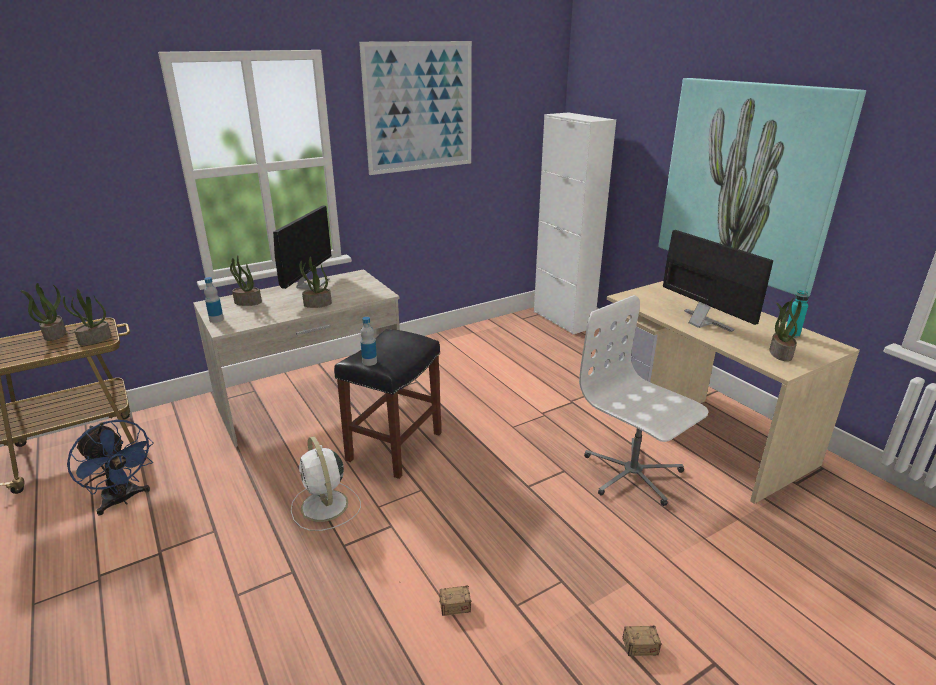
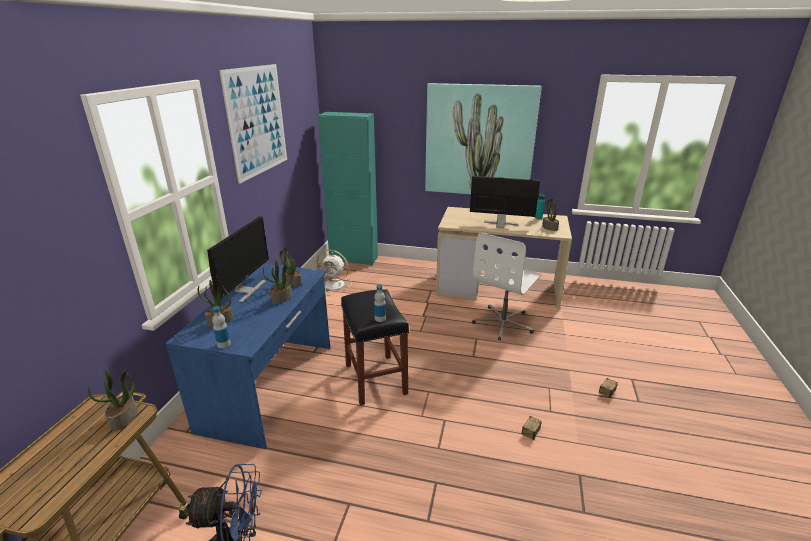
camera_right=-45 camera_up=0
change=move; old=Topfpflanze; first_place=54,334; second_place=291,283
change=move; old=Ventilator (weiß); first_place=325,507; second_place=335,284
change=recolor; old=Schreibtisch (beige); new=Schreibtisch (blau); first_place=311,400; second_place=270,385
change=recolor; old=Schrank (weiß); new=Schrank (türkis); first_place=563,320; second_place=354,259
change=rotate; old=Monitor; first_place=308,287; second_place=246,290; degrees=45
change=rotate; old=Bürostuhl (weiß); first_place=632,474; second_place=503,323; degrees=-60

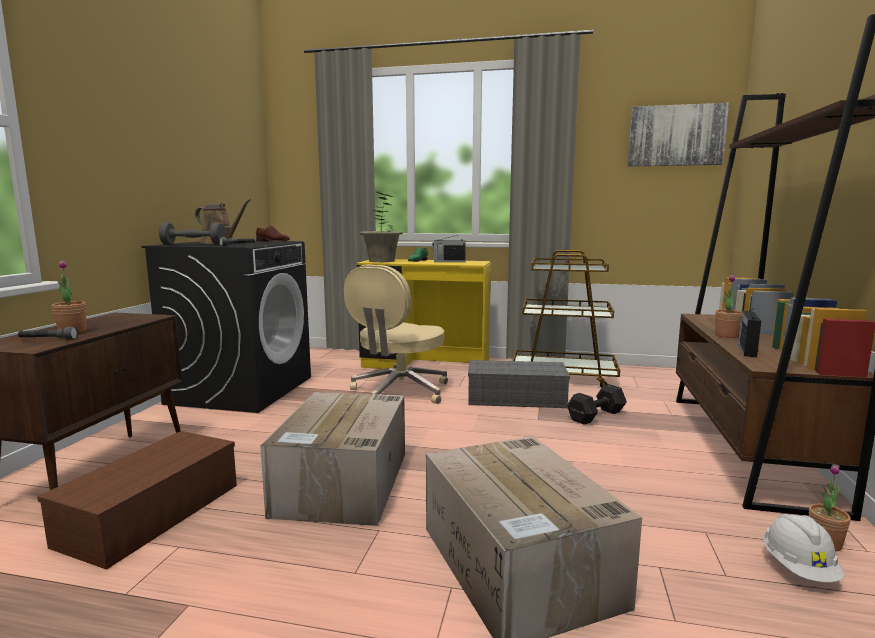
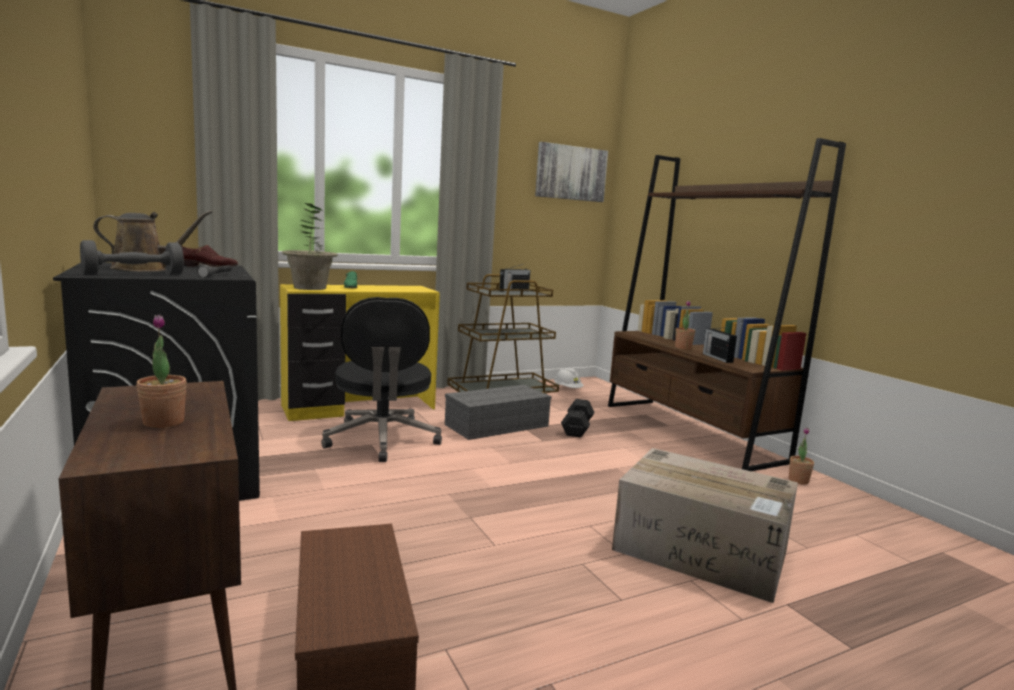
camera_right=-40 camera_up=0
change=delete; old=Taschenlampe (grau); first_place=48,339
change=delete; old=Karton; first_place=343,484
change=move; old=Radio; first_place=449,261; second_place=513,291
change=move; old=Schutzhelm (weiß); first_place=799,568; second_place=567,389
change=recolor; old=Bürostuhl (beige); new=Bürostuhl (schwarz); first_place=399,392; second_place=382,440

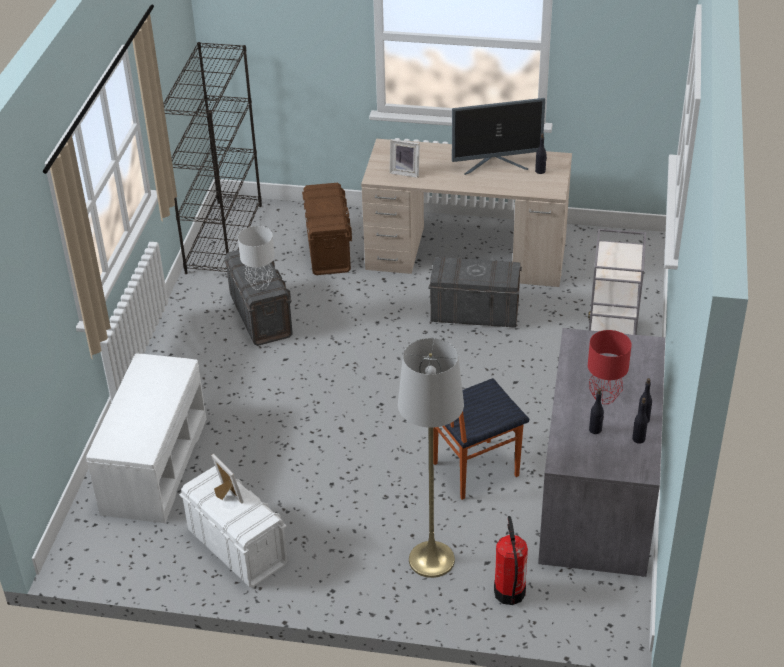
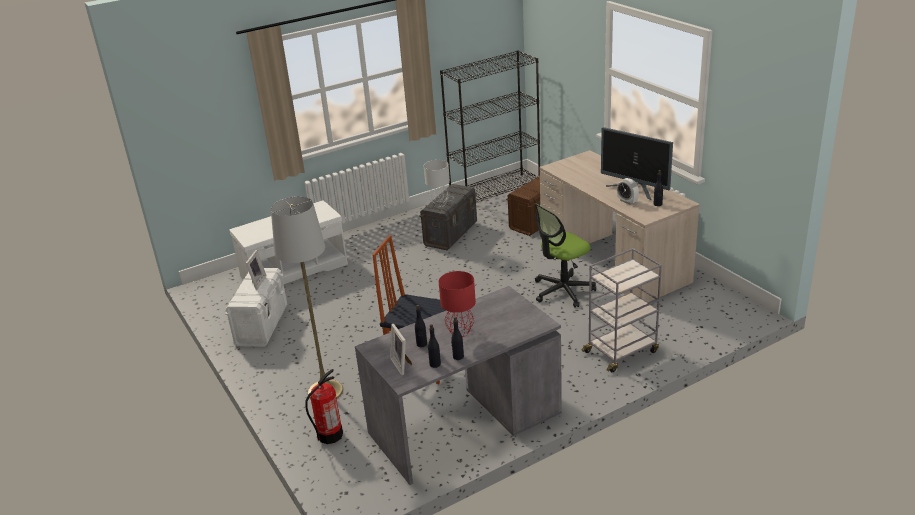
camera_right=50 camera_up=-10
change=insert; new=Wecker; second_place=627,201
change=move; old=Bilderrahmen; first_place=405,172; second_place=402,364
change=replace; old=Aufbewahrungsbox (grau); new=Bürostuhl; first_place=474,313; second_place=563,291

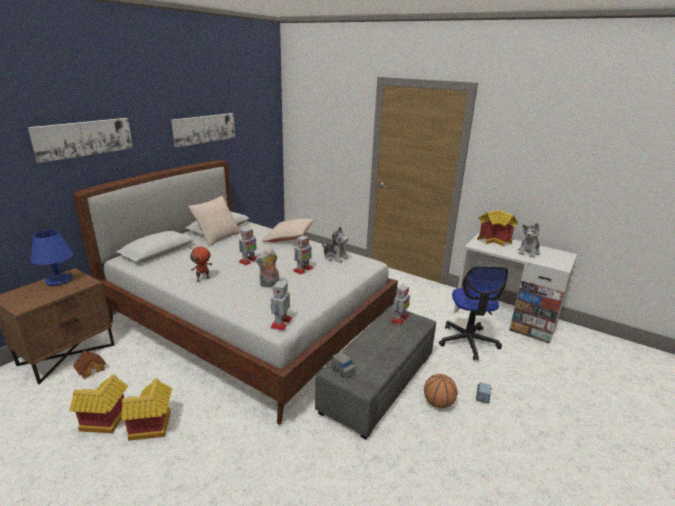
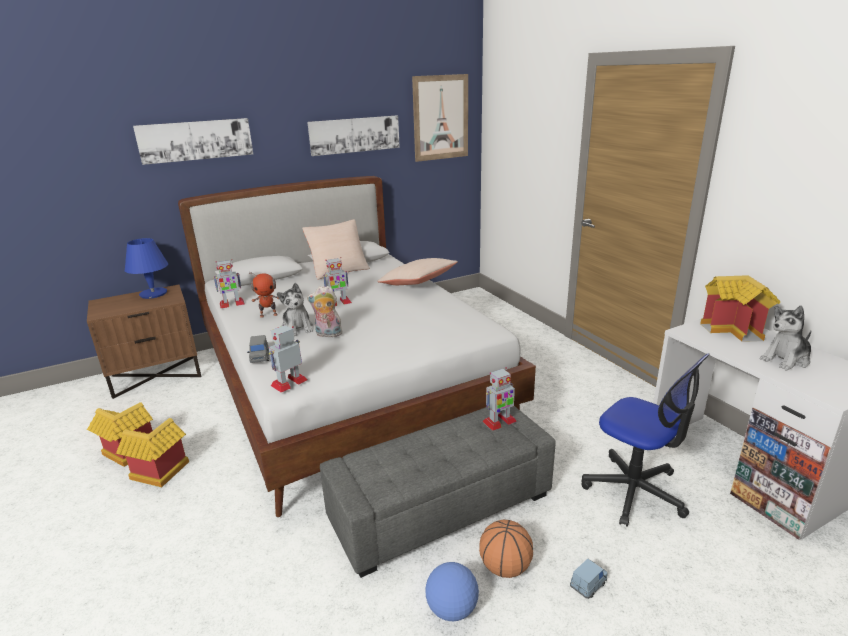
camera_right=30 camera_up=0
change=delete; old=Spielzeughaus; first_place=91,369
change=insert; new=Bild; second_place=441,118
change=insert; new=Fußball; second_place=452,609
change=move; old=Spielzeugroboter; first_place=303,269; second_place=231,304
change=move; old=Plüschtier; first_place=335,257; second_place=297,328
change=move; old=Spielzeugauto (grau); first_place=343,370; second_place=260,358
change=rotate; old=Bürostuhl; first_place=468,342; second_place=634,491; degrees=-75

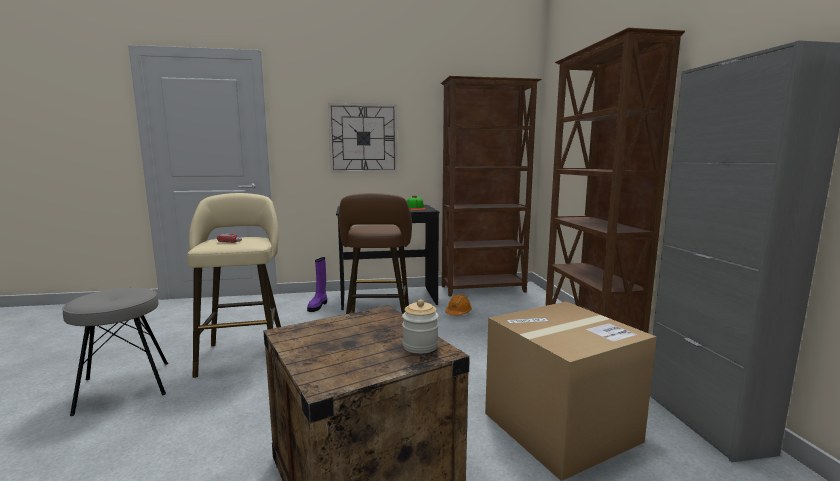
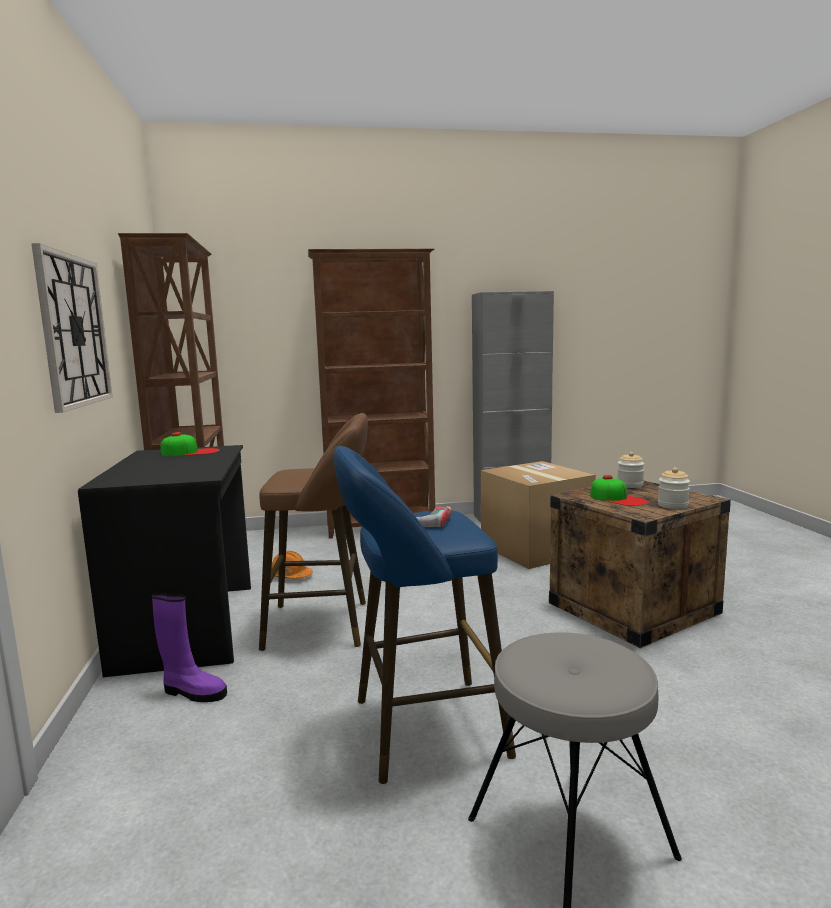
camera_right=-90 camera_up=0
change=insert; new=Kappe; second_place=617,498
change=insert; new=Vorratsglas; second_place=673,505
change=recolor; old=Hocker (beige); new=Hocker (blau); first_place=243,353; second_place=420,729

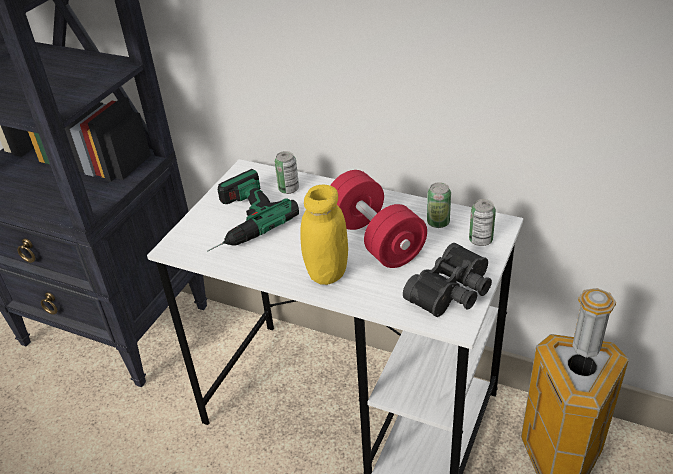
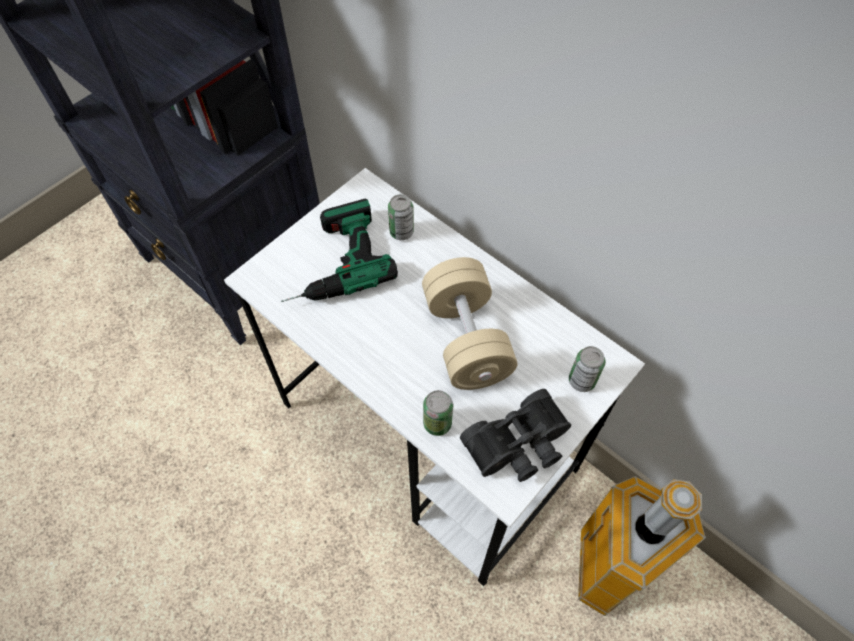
camera_right=15 camera_up=20
change=delete; old=Vorratsglas (gelb); first_place=327,272
change=move; old=Dose; first_place=438,222; second_place=437,423
change=recolor; old=Hantel (rot); new=Hantel (beige); first_place=375,239; second_place=466,339

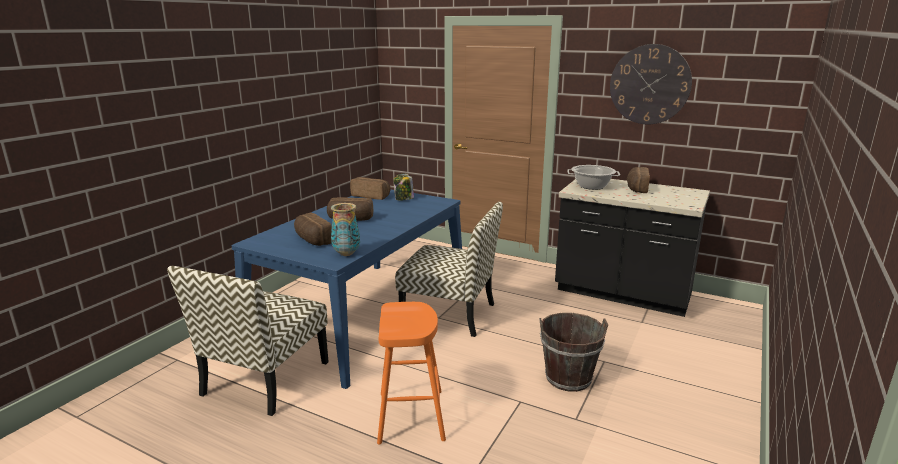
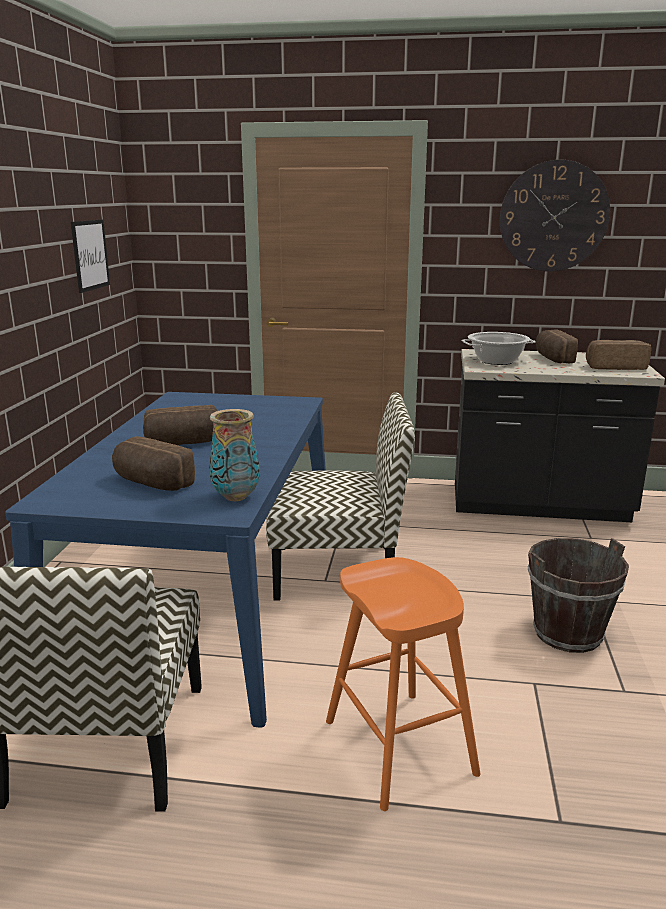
camera_right=-20 camera_up=0
change=delete; old=Vorratsglas; first_place=404,199
change=insert; new=Bild; second_place=90,255
change=move; old=Brot; first_place=371,196; second_place=615,367

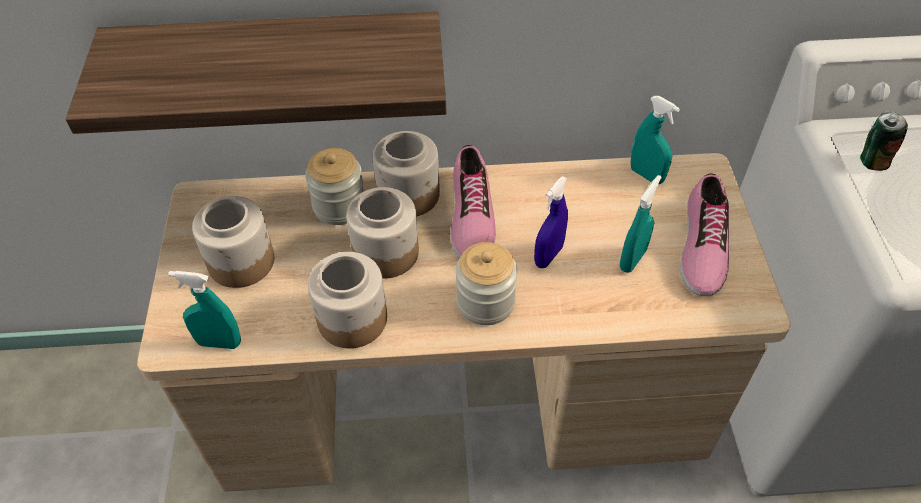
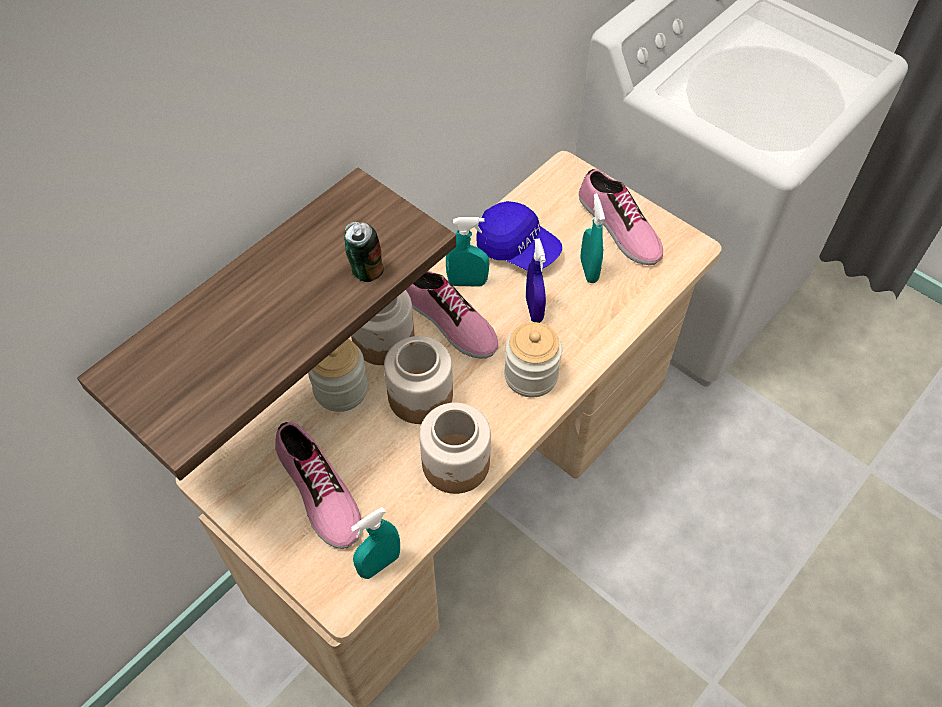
camera_right=-45 camera_up=5
change=insert; new=Kappe (blau); second_place=517,248
change=move; old=Sprühflasche (türkis); first_place=646,175; second_place=467,282
change=move; old=Dose; first_place=872,161; second_place=365,271
change=replace; old=Vorratsglas; new=Schuh; first_place=242,261; second_place=317,492

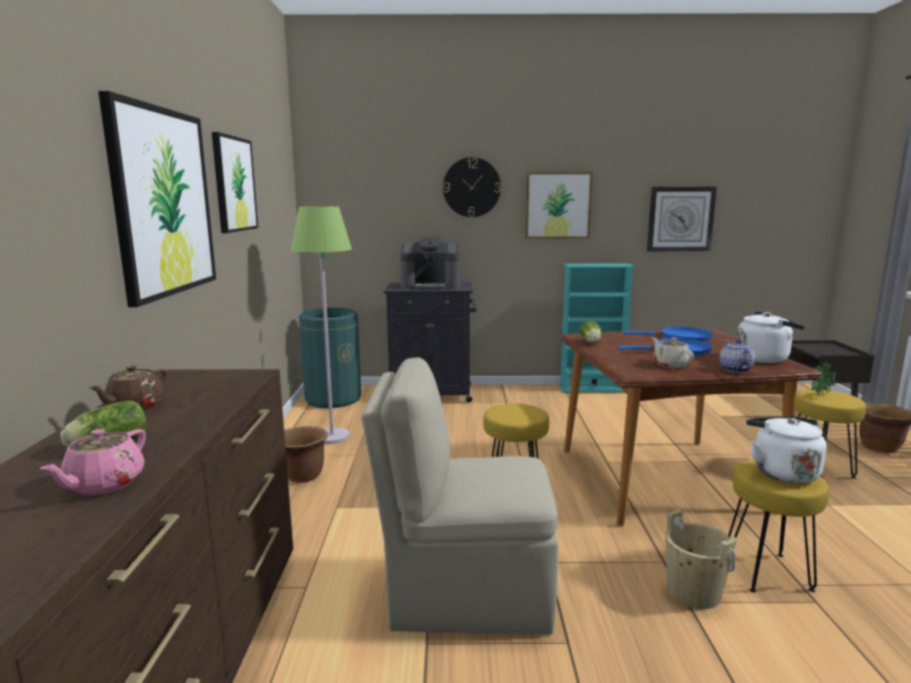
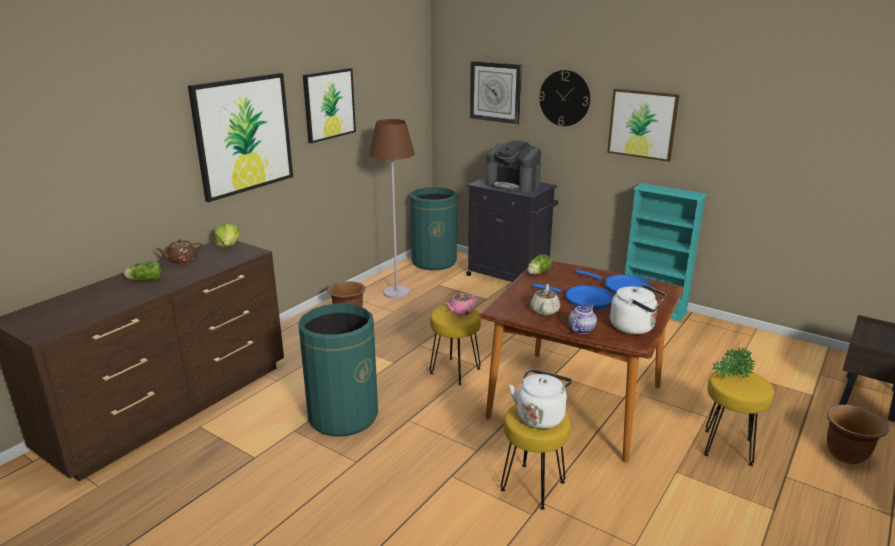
camera_right=35 camera_up=10
change=delete; old=Eimer (beige); first_place=693,592
change=insert; new=Salatkopf; second_place=228,246
change=move; old=Teekanne (rosa); first_place=103,484; second_place=461,312
change=move; old=Wanduhr; first_place=680,219; second_place=495,92
change=replace; old=Stuhl (beige); new=Mülleimer (grün); first_place=465,592; second_place=343,416
change=recolor; old=Stehlampe (grün); new=Stehlampe (braun); first_place=332,437; second_place=396,293

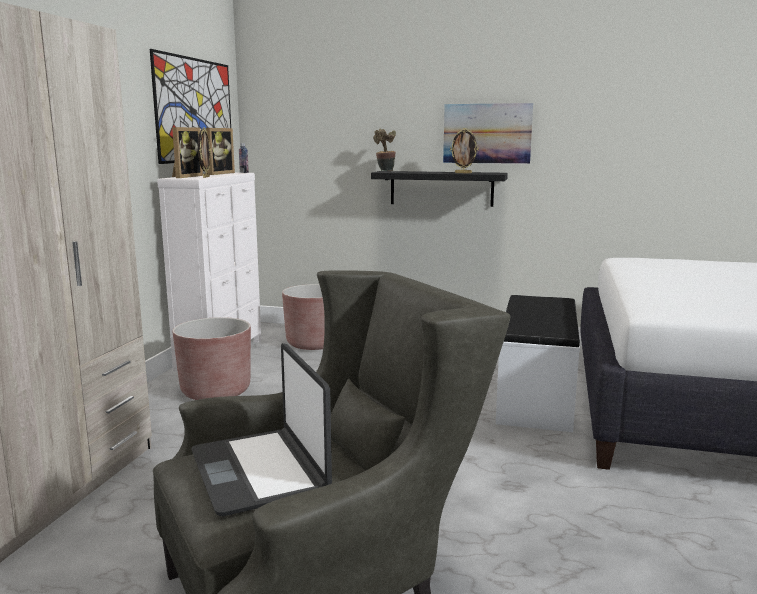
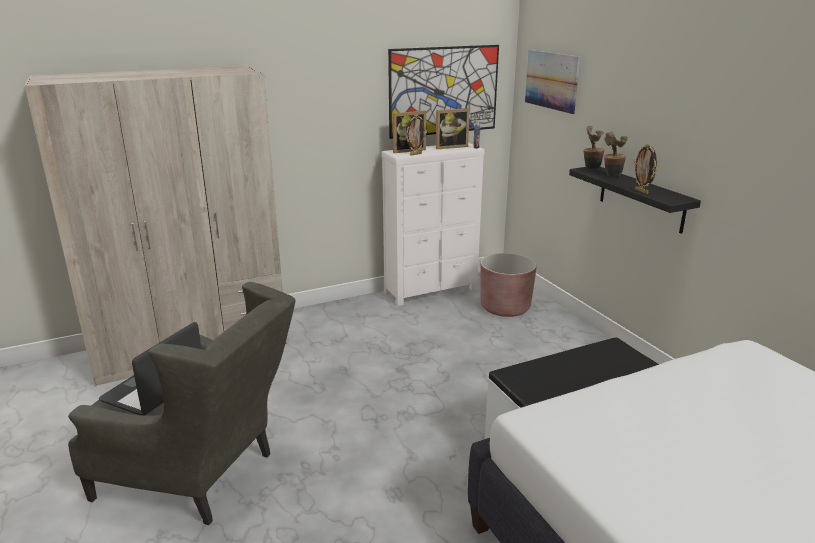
camera_right=50 camera_up=10
change=delete; old=Pflanzkübel (braun); first_place=216,391
change=insert; new=Topfpflanze; second_place=611,175
change=move; old=Bild; first_place=487,133; second_place=551,80

